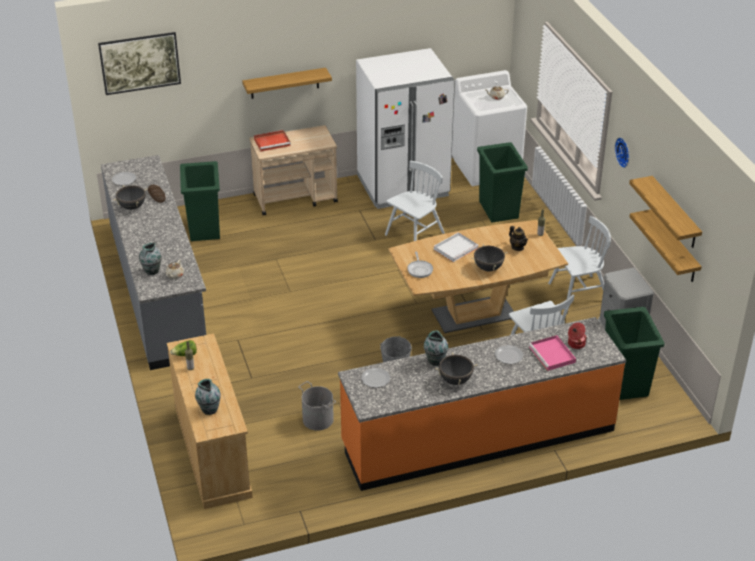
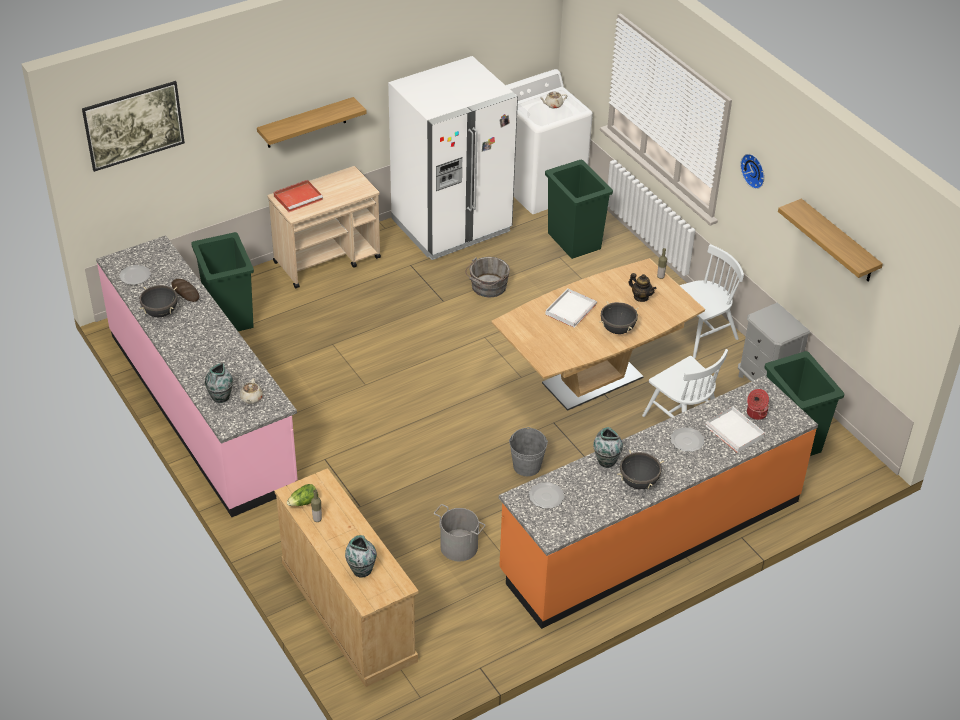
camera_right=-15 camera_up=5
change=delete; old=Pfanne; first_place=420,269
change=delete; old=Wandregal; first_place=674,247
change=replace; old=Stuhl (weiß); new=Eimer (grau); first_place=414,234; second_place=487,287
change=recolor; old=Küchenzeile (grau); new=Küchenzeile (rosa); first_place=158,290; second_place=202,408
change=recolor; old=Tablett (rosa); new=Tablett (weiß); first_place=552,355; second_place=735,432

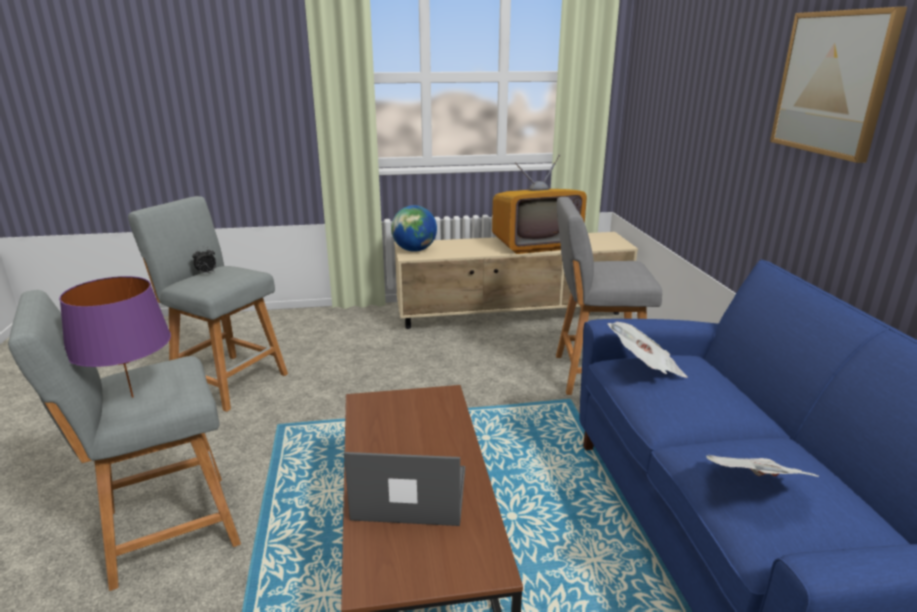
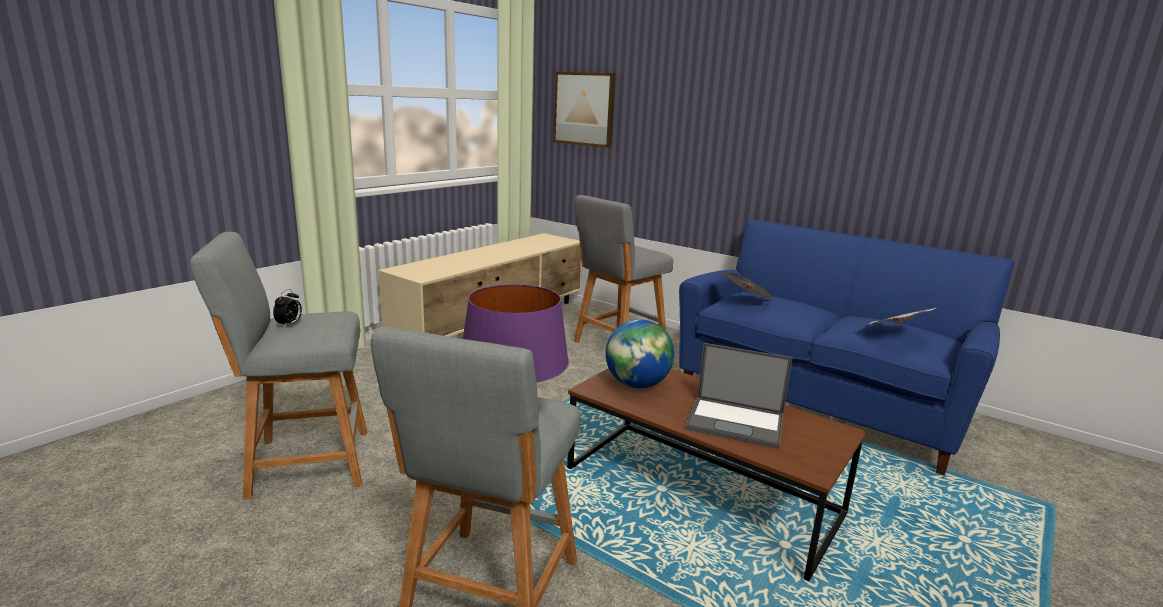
camera_right=-45 camera_up=-5
change=delete; old=Fernseher; first_place=535,245
change=move; old=Globus; first_place=414,250; second_place=637,385
change=move; old=Bild; first_place=833,83; second_place=584,109
change=rotate; old=Laptop; first_place=408,494; second_place=736,422; degrees=-120

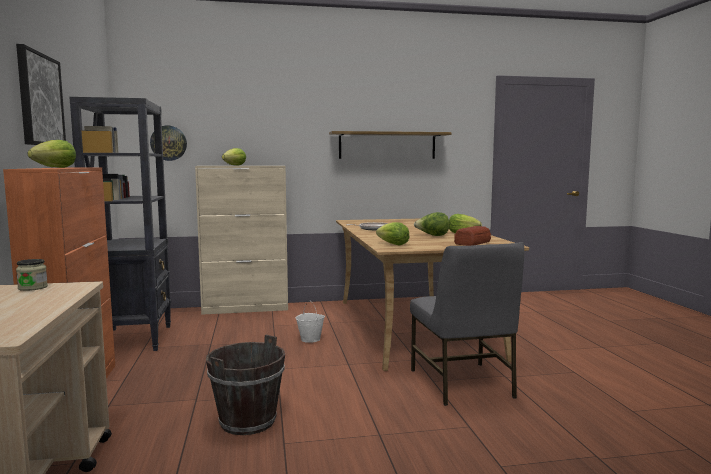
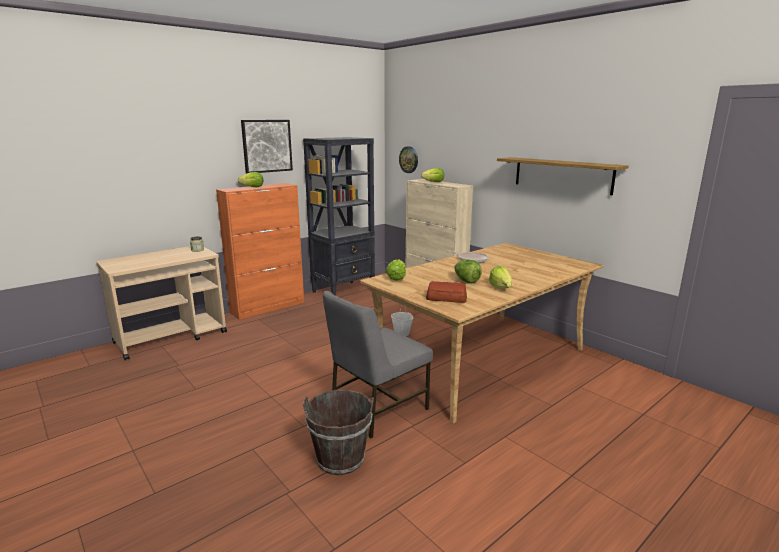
camera_right=60 camera_up=10
change=move; old=Eimer (braun); first_place=248,422; second_place=340,459

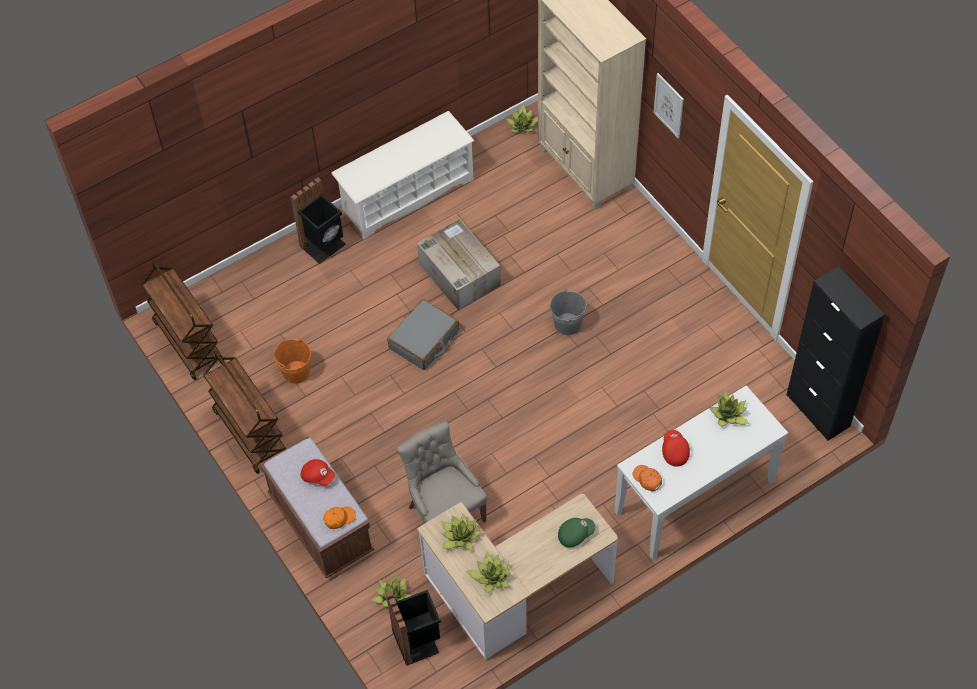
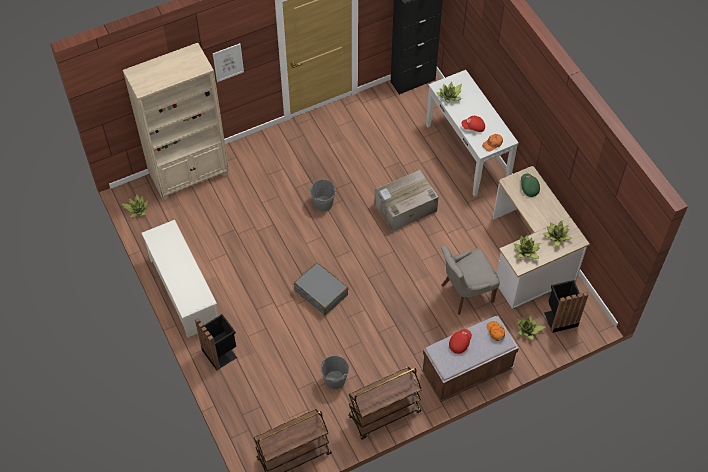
camera_right=-85 camera_up=0
change=move; old=Karton; first_place=458,274; second_place=405,208
change=recolor; old=Eimer (orange); new=Eimer (grau); first_place=296,372; second_place=335,380

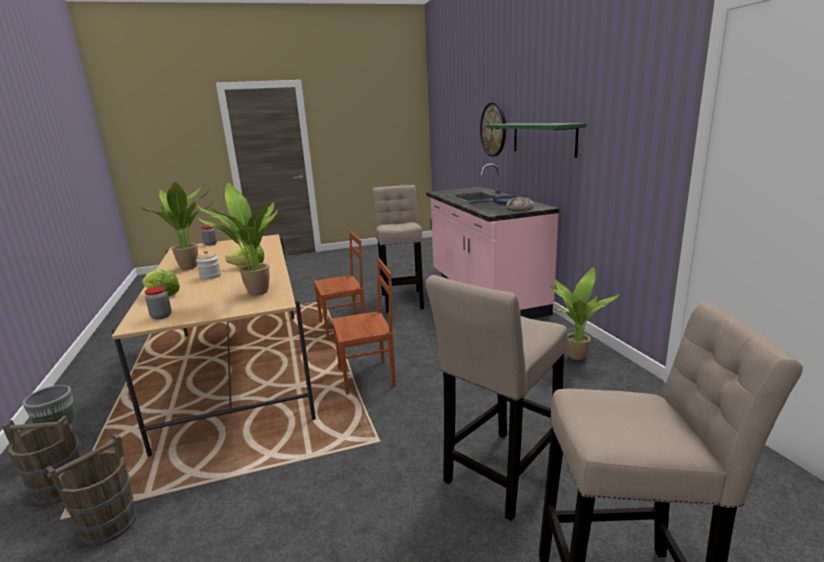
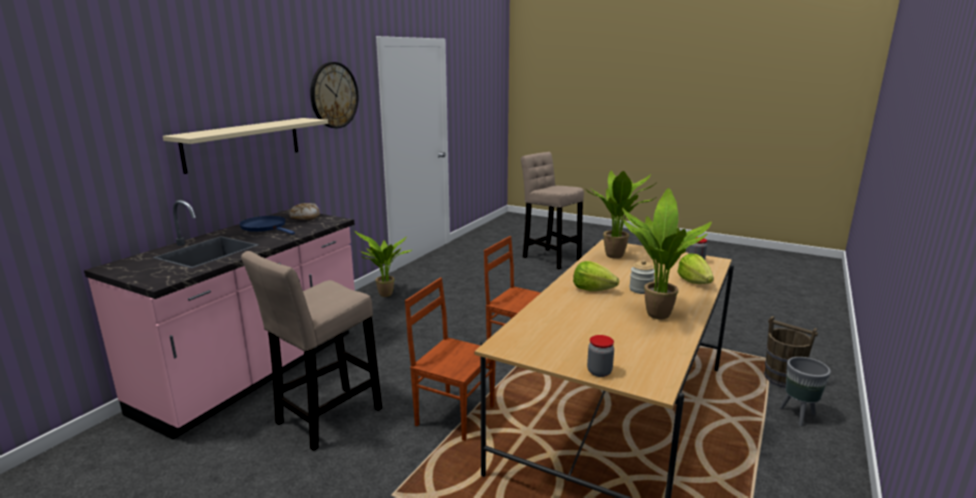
camera_right=-135 camera_up=0
change=delete; old=Eimer (braun); first_place=108,525
change=delete; old=Hocker (beige); first_place=499,475
change=move; old=Wanduhr; first_place=493,129; second_place=334,95
change=recolor; old=Wandregal (grün); new=Wandregal (beige); first_place=543,138; second_place=243,144

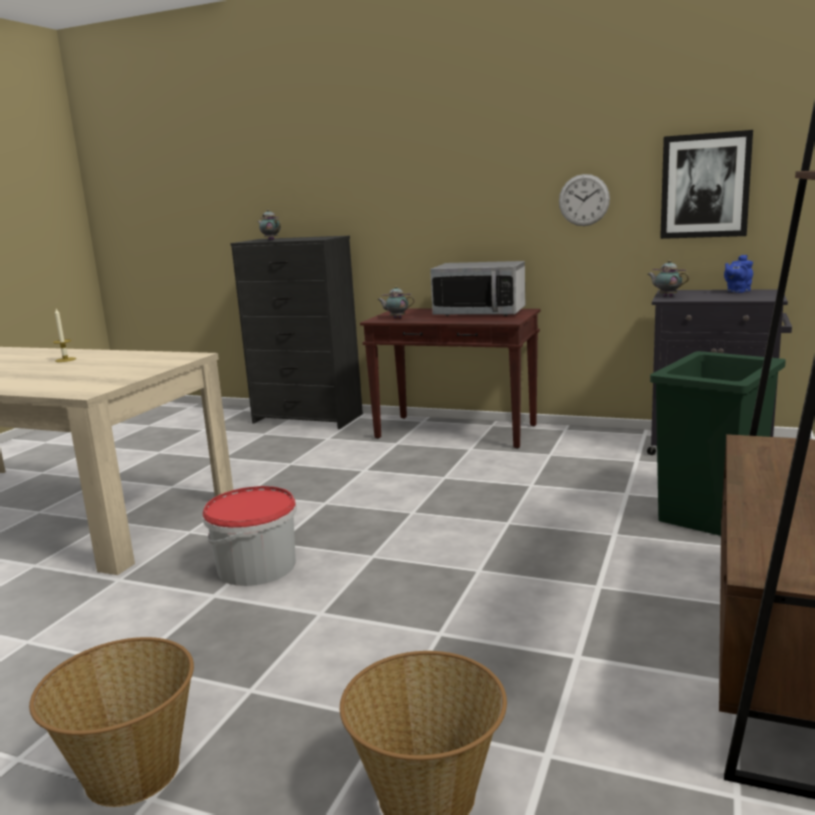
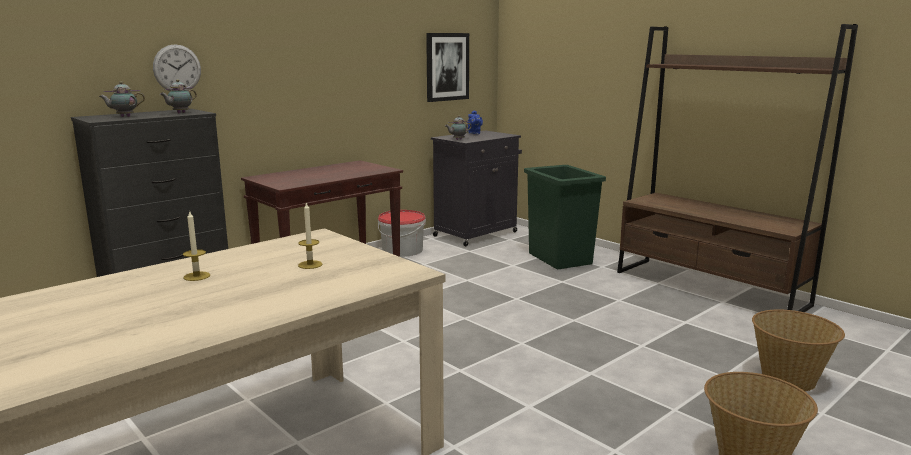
camera_right=-65 camera_up=0
change=delete; old=Mikrowelle; first_place=480,313
change=insert; new=Kerze; second_place=310,264
change=move; old=Eimer; first_place=257,566; second_place=402,250
change=move; old=Teekanne; first_place=396,318; second_place=180,113
change=move; old=Wanduhr; first_place=584,200; second_place=177,69

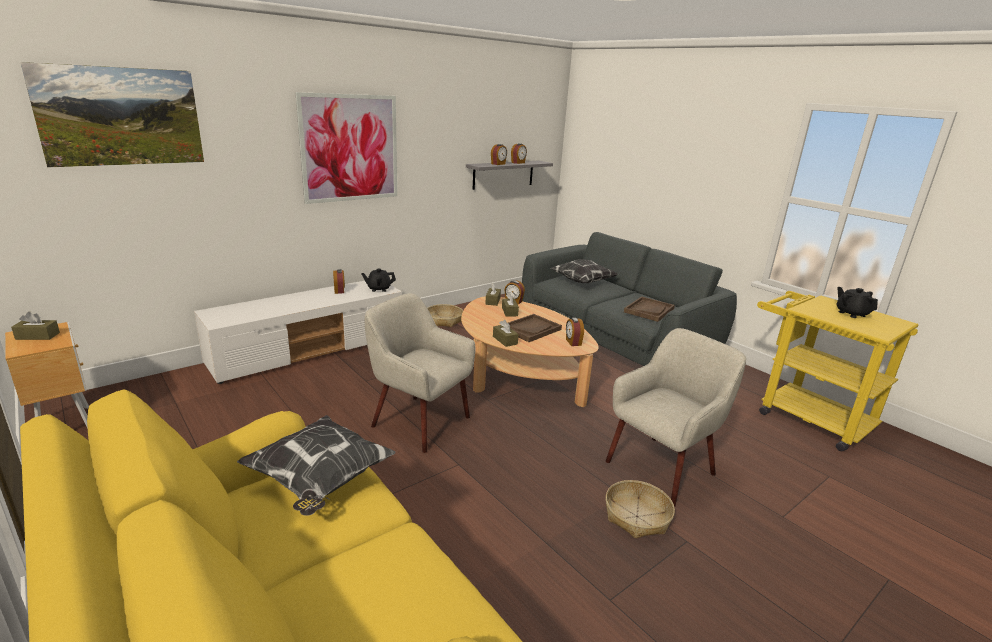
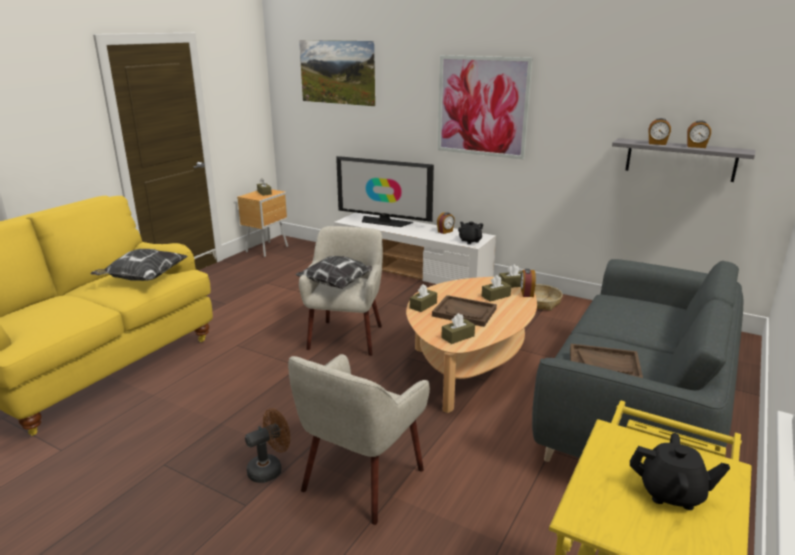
camera_right=70 camera_up=0
change=insert; new=Fernseher; second_place=384,222
change=move; old=Kissen; first_place=582,282; second_place=339,284
change=replace; old=Wecker; new=Taschentuchbox (braun); first_place=573,342; second_place=458,337
change=replace; old=Korb; new=Ventilator (braun); first_place=637,517; second_place=270,469
change=rotate; old=Sessel (beige); first_place=662,468; second_place=361,479; degrees=90
change=rotate; old=Teekanne (schwarz); first_place=851,313; second_place=671,493; degrees=60

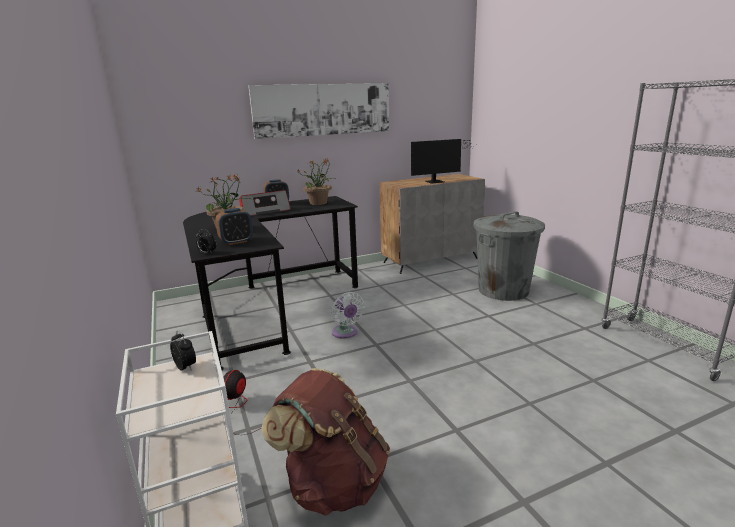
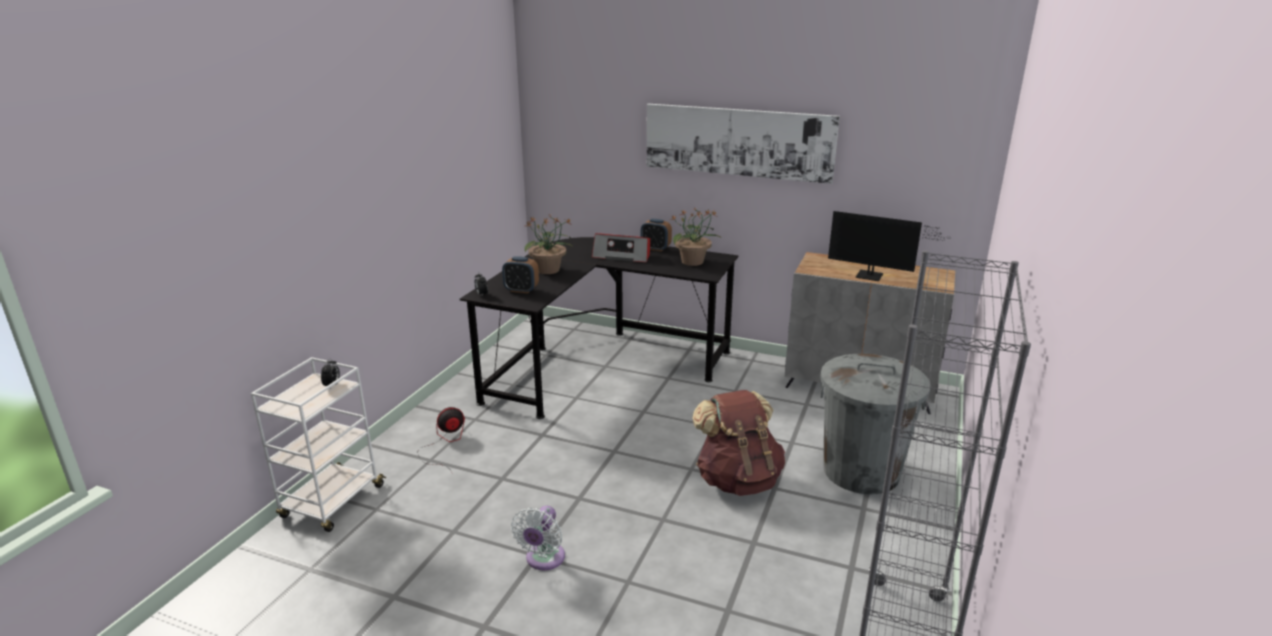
camera_right=45 camera_up=5
change=move; old=Rucksack (braun); first_place=333,483; second_place=737,480
change=move; old=Ventilator (weiß); first_place=345,333; second_place=543,560

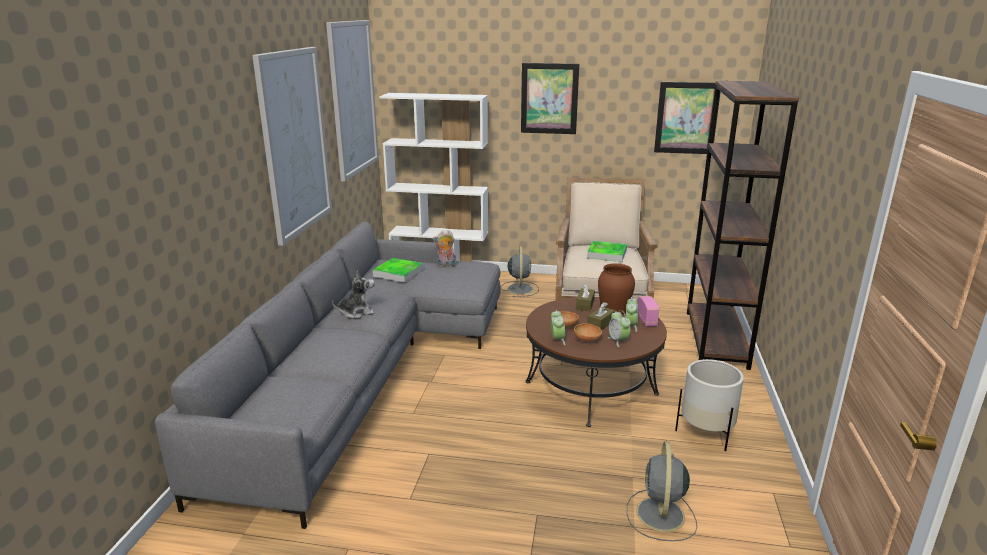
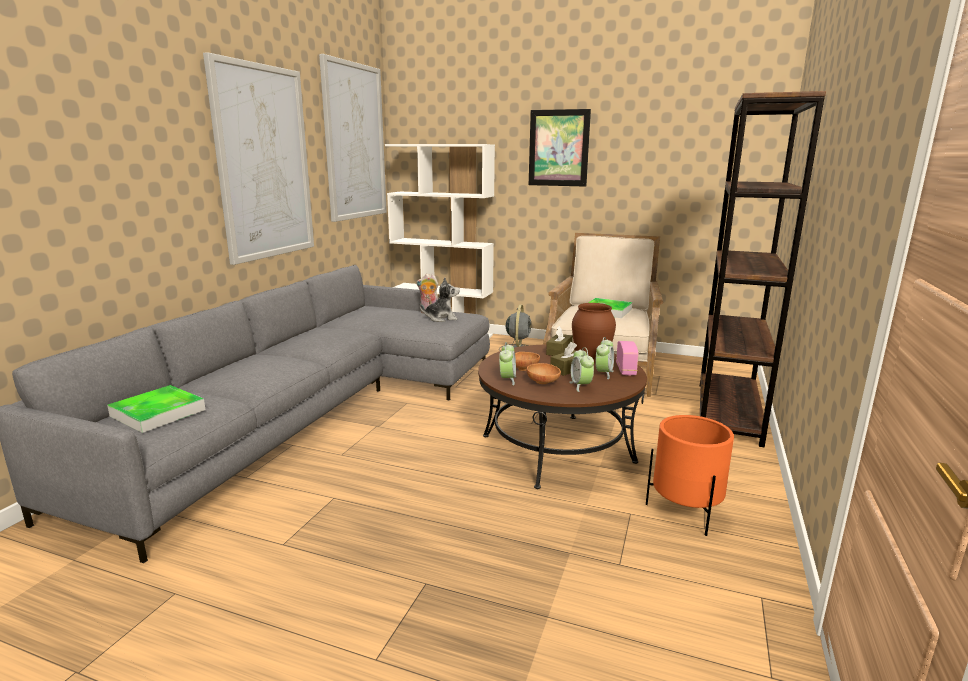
camera_right=10 camera_up=-5
change=delete; old=Ventilator (grau); first_place=660,516
change=delete; old=Bild; first_place=686,118
change=move; old=Plüschtier; first_place=356,312; second_place=441,318
change=move; old=Tablett; first_place=398,273; second_place=158,413
change=recolor; old=Pflanzkübel (weiß); new=Pflanzkübel (orange); first_place=706,433; second_place=685,512

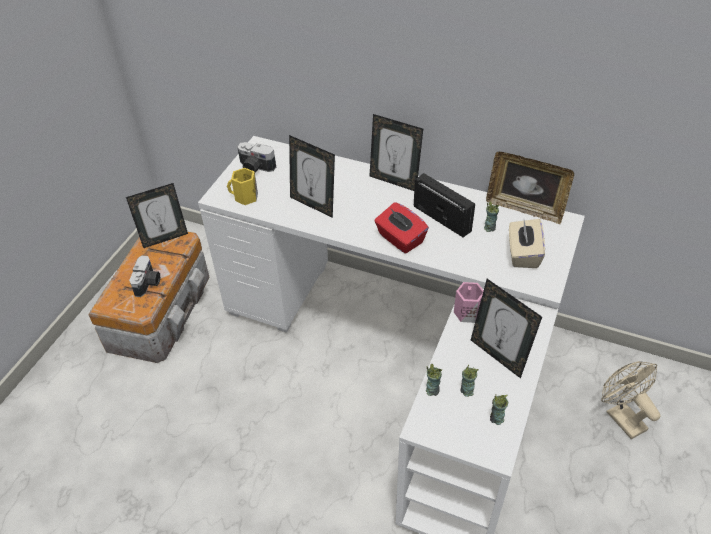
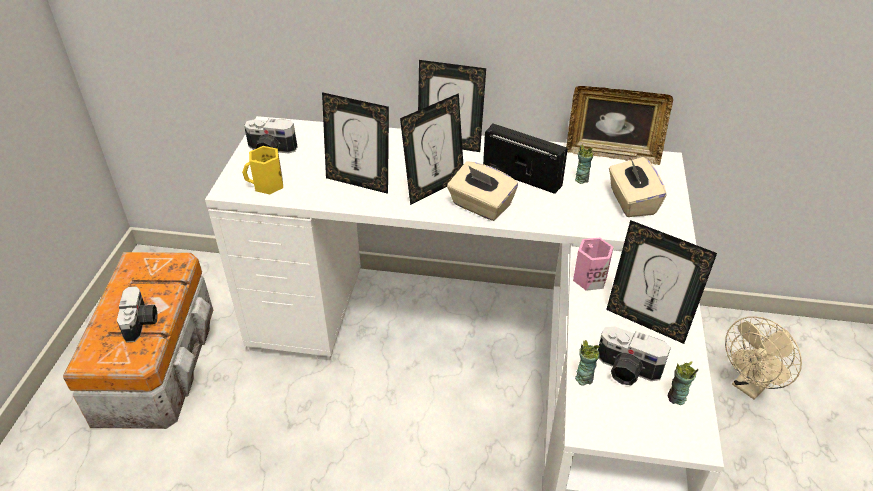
camera_right=-15 camera_up=-5
change=move; old=Bilderrahmen; first_place=164,238; second_place=434,188
change=replace; old=Tasse; new=Kamera; first_place=466,391; second_place=626,370
change=recolor; old=Taschentuchbox (rot); new=Taschentuchbox (beige); first_place=400,239; second_place=480,206
change=rotate; old=Ventilator (beige); first_place=621,416; second_place=750,386; degrees=-90

